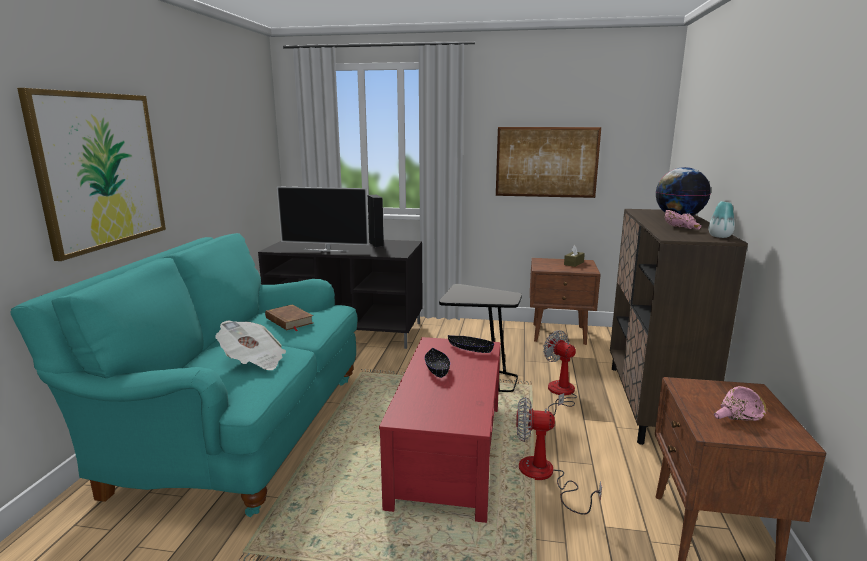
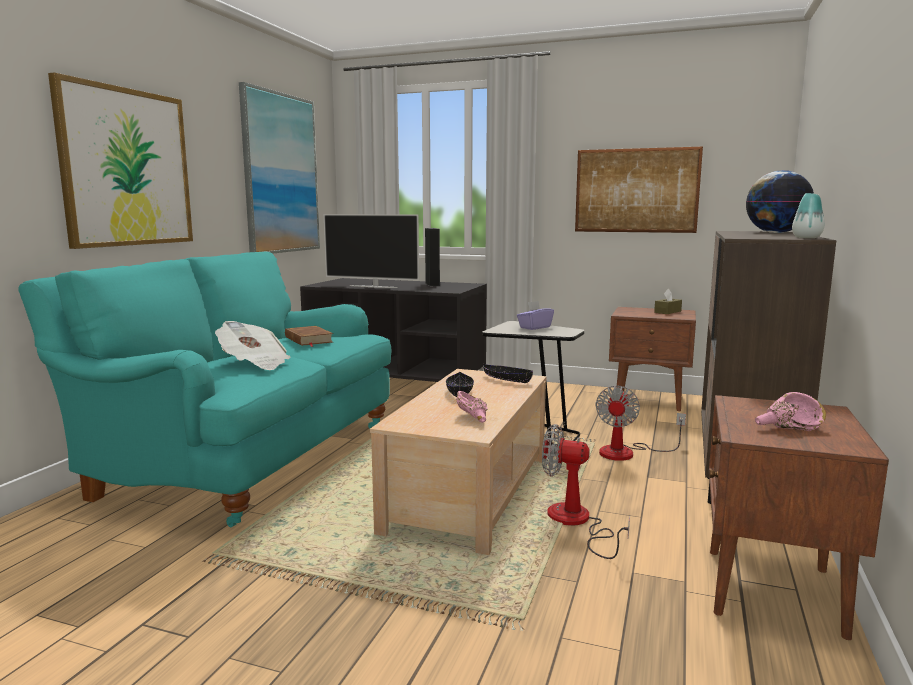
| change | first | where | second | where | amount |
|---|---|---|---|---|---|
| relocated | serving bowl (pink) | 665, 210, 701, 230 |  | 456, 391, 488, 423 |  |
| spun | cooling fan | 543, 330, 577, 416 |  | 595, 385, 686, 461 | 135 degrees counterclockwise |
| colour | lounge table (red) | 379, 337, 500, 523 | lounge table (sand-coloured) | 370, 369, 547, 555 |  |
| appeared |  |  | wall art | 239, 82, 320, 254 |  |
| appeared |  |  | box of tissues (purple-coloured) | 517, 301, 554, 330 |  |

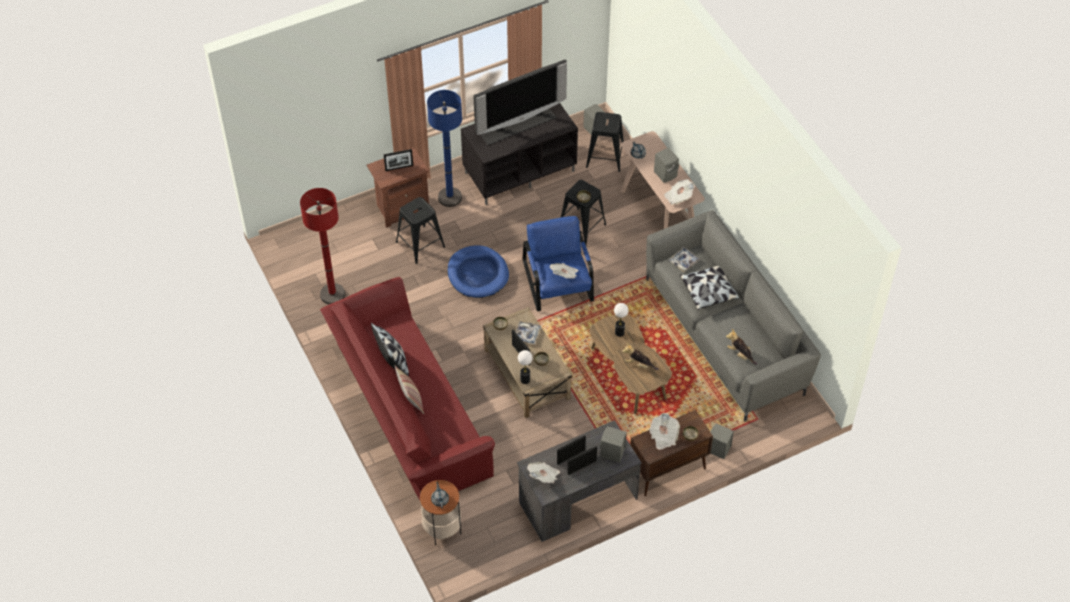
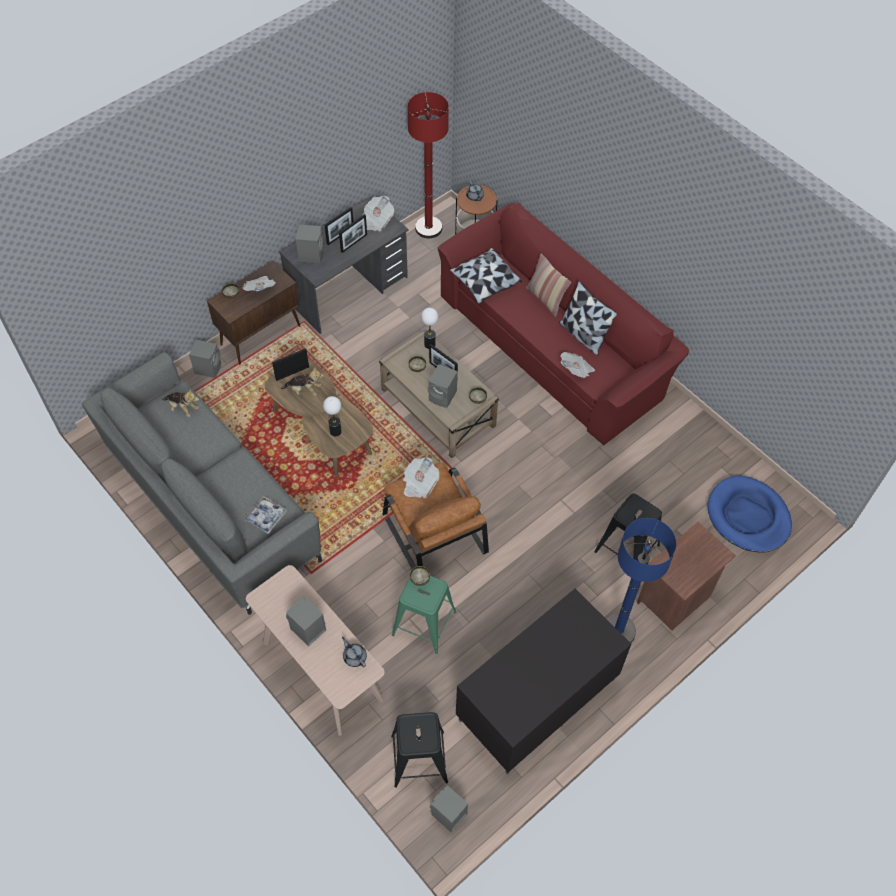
| change | first | where | second | where | amount |
|---|---|---|---|---|---|
| missing | TV set | 473, 59, 567, 145 |  |  |  |
| relocated | picture frame | 384, 149, 413, 171 |  | 272, 348, 309, 381 |  |
| relocated | daily paper | 664, 179, 695, 205 |  | 561, 352, 595, 378 |  |
| colour | stool (black) | 561, 180, 606, 246 | stool (greenish) | 392, 576, 456, 654 |  |
| relocated | standard lamp (red) | 300, 188, 345, 304 |  | 408, 92, 449, 238 |  |
| colour | easy chair (bluish) | 523, 216, 594, 311 | easy chair (brownish) | 383, 462, 489, 569 |  |
| relocated | dog bed (bluish) | 447, 245, 509, 298 |  | 707, 475, 792, 553 |  |
| relocated | pillow | 680, 266, 740, 310 |  | 450, 248, 522, 304 |  |
| exchanged | carrying tray | 515, 320, 541, 344 | speaker (grey) | 428, 364, 458, 408 |  |

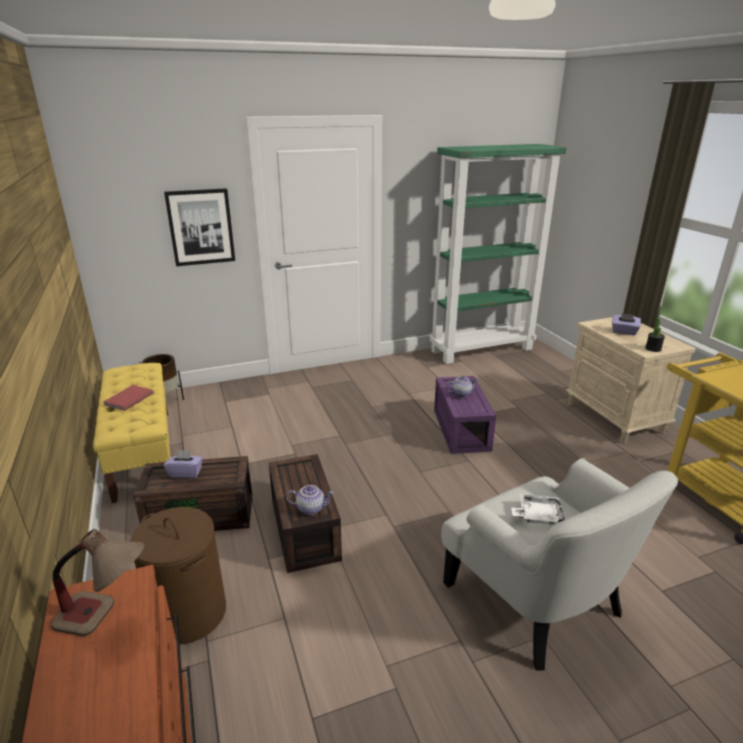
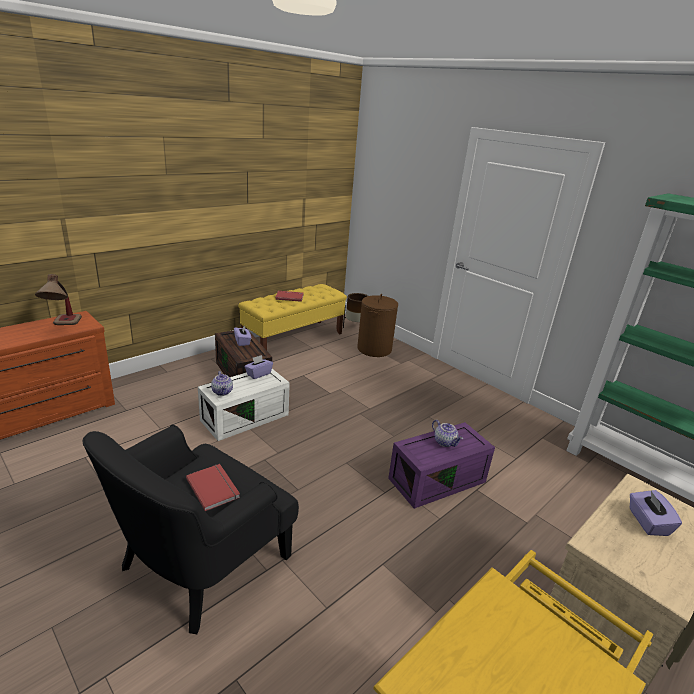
| change | first | where | second | where | amount |
|---|---|---|---|---|---|
| missing | wall art | 164, 188, 235, 266 |  |  |  |
| missing | houseplant | 645, 306, 665, 352 |  |  |  |
| colour | storage container (brownish) | 269, 454, 342, 573 | storage container (white) | 198, 369, 290, 441 |  |
| colour | easy chair (white) | 441, 458, 678, 671 | easy chair (black) | 83, 424, 299, 634 |  |
| exchanged | carrying tray (white) | 511, 494, 565, 525 | bound book (red) | 186, 464, 240, 511 |  |
| relocated | laundry basket (brownish) | 130, 507, 226, 645 |  | 357, 294, 398, 357 |  |
| appeared |  |  | box of tissues (purple-coloured) | 244, 355, 273, 379 |  |

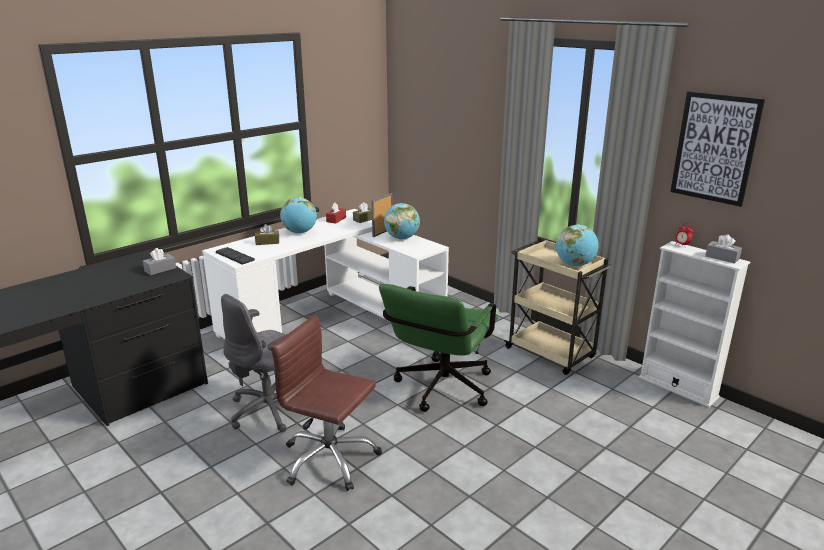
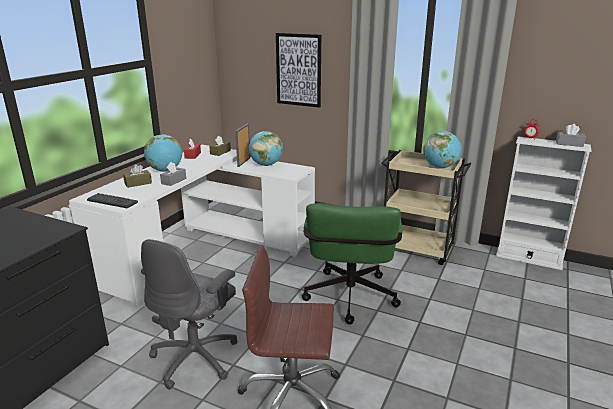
| change | first | where | second | where | amount |
|---|---|---|---|---|---|
| relocated | wall art | 670, 91, 765, 207 |  | 276, 33, 321, 108 |  |
| relocated | box of tissues (grey) | 143, 248, 176, 275 |  | 160, 162, 186, 186 |  |

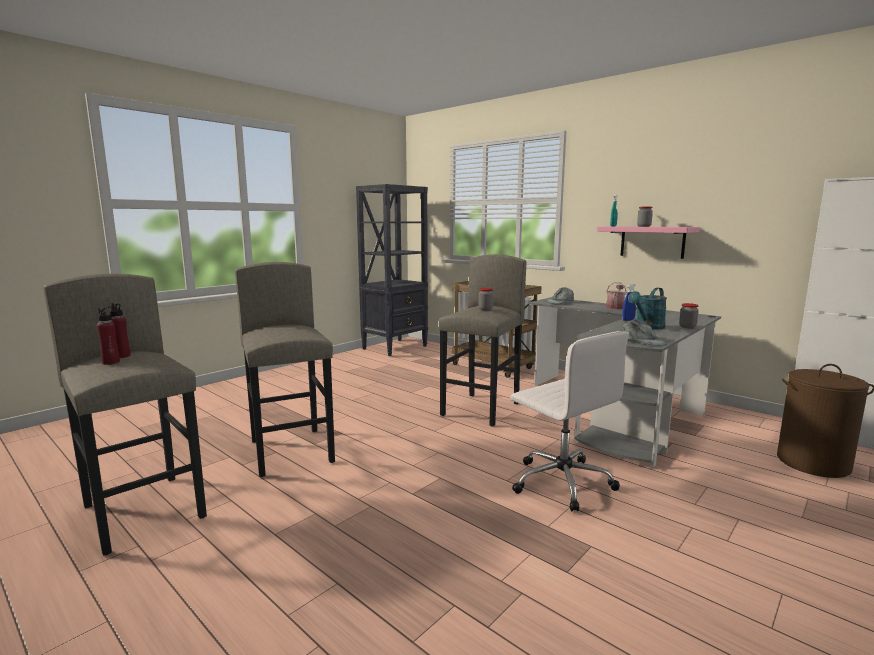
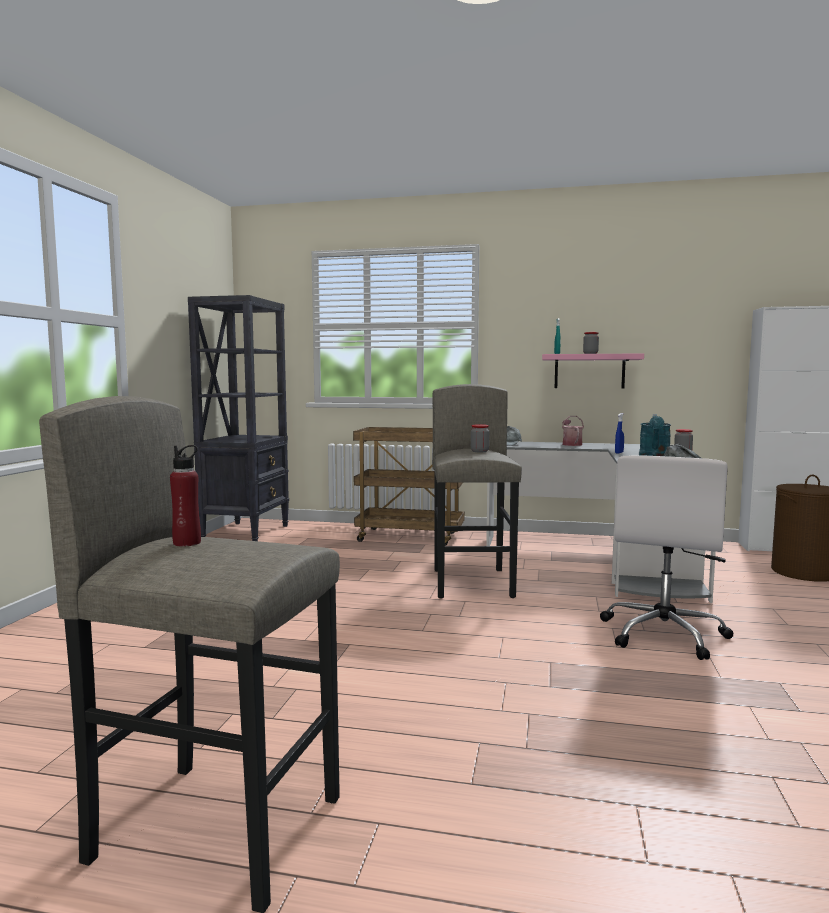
| change | first | where | second | where | amount |
|---|---|---|---|---|---|
| missing | stool (grey) | 235, 262, 335, 477 |  |  |  |
| missing | beverage bottle (red) | 97, 306, 120, 365 |  |  |  |
| spun | desk chair (white) | 510, 331, 629, 512 |  | 600, 455, 733, 660 | 90 degrees clockwise |

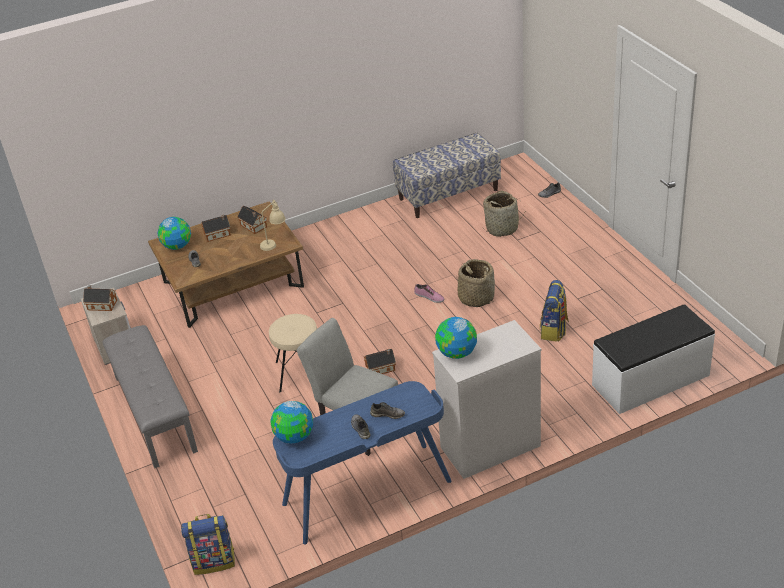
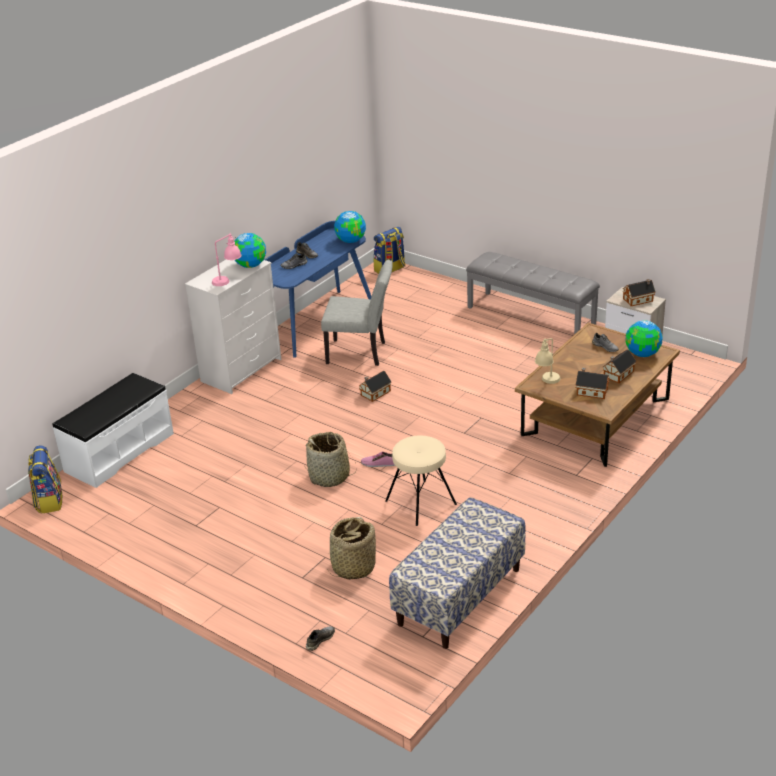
| change | first | where | second | where | amount |
|---|---|---|---|---|---|
| relocated | rucksack | 540, 280, 569, 342 |  | 28, 445, 62, 513 |  |
| relocated | stool (sand-coloured) | 269, 314, 317, 392 |  | 385, 436, 457, 526 |  |
| appeared |  |  | tabletop lamp (pink) | 212, 233, 242, 286 |  |

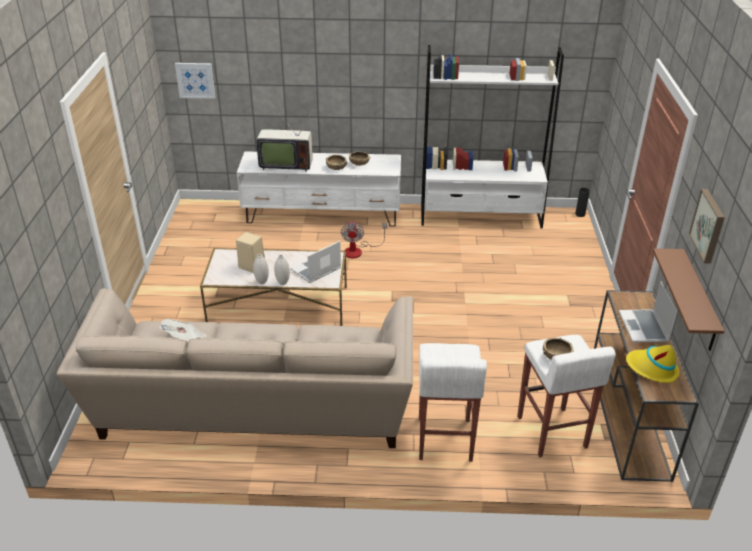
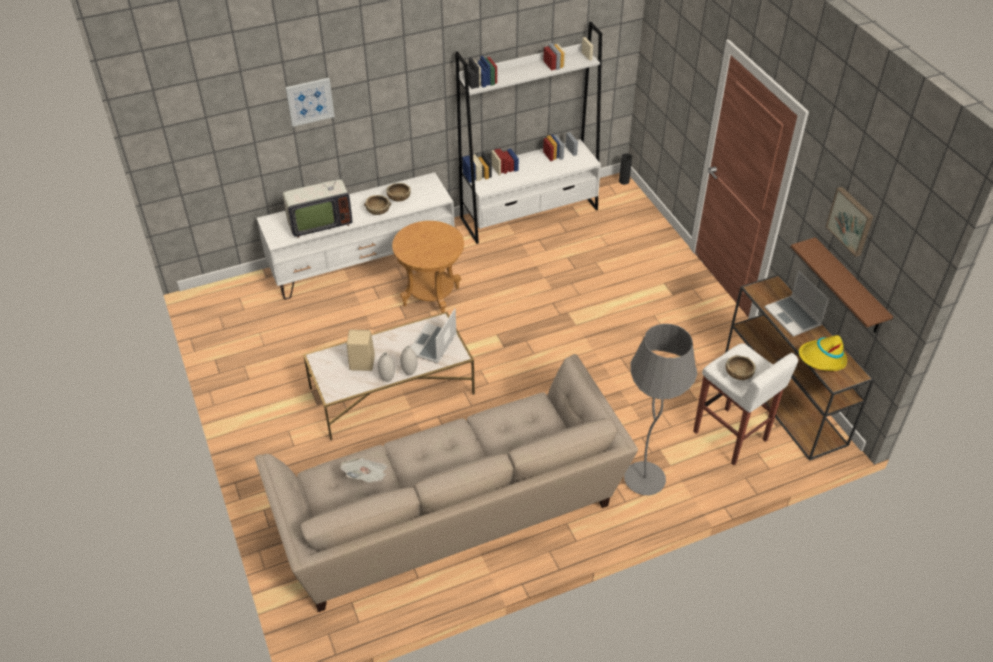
| change | first | where | second | where | amount |
|---|---|---|---|---|---|
| relocated | wall art | 175, 63, 216, 99 |  | 285, 78, 335, 127 |  |
| exchanged | cooling fan | 341, 221, 387, 258 | accent table (brownish) | 392, 221, 464, 313 |  |
| exchanged | stool (white) | 419, 343, 487, 462 | standard lamp (grey) | 624, 324, 697, 495 |  |

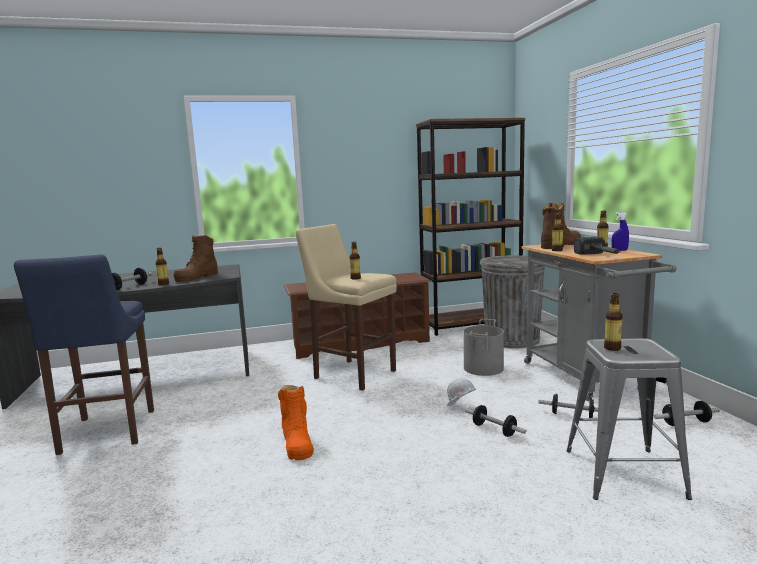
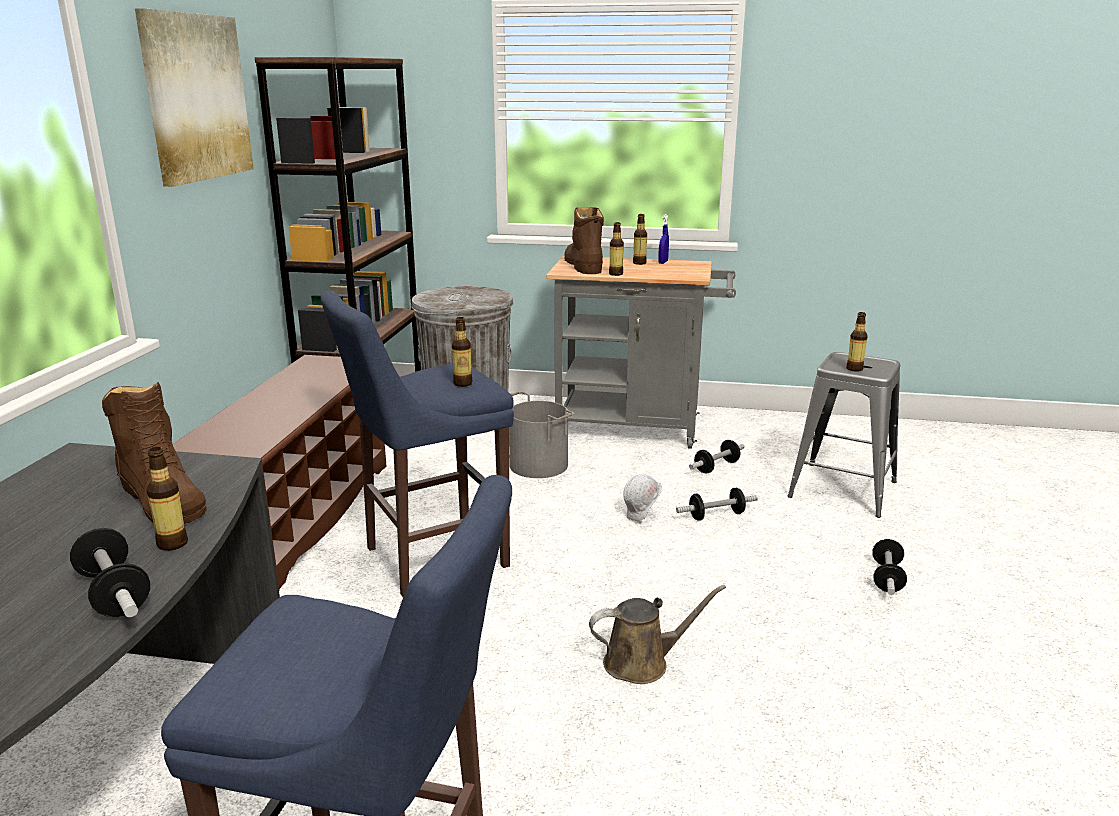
| change | first | where | second | where | amount |
|---|---|---|---|---|---|
| colour | stool (sand-coloured) | 295, 224, 397, 391 | stool (bluish) | 321, 290, 514, 597 |  |
| missing | tool hammer | 574, 237, 620, 255 |  |  |  |
| exchanged | boot (orange-coloured) | 278, 385, 314, 460 | sprinkling can (brownish) | 589, 585, 726, 684 |  |
| relocated | dumbbell | 654, 401, 720, 426 |  | 872, 538, 907, 595 |  |
| appeared |  |  | wall art | 135, 8, 254, 187 |  |

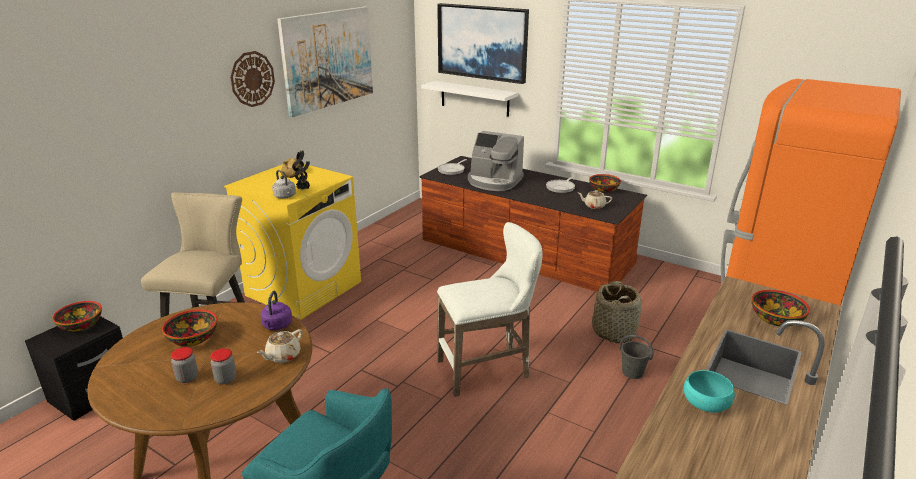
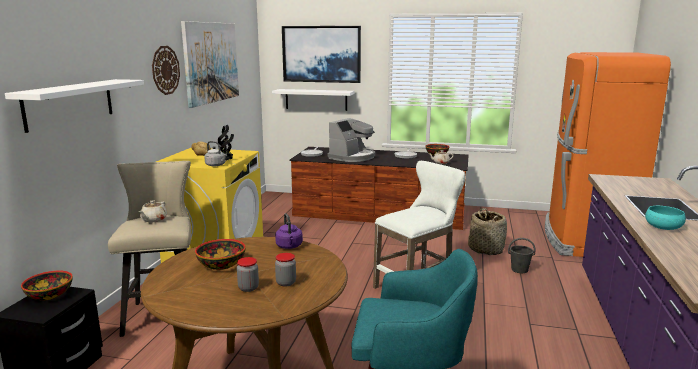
| change | first | where | second | where | amount |
|---|---|---|---|---|---|
| spun | coffee machine | 468, 131, 524, 191 |  | 328, 118, 375, 162 | 60 degrees counterclockwise |
| missing | serving bowl | 752, 290, 810, 327 |  |  |  |
| relocated | teapot (sand-coloured) | 257, 329, 302, 363 |  | 139, 200, 167, 222 |  |
| appeared |  |  | wall shelf (white) | 5, 79, 144, 133 |  |

